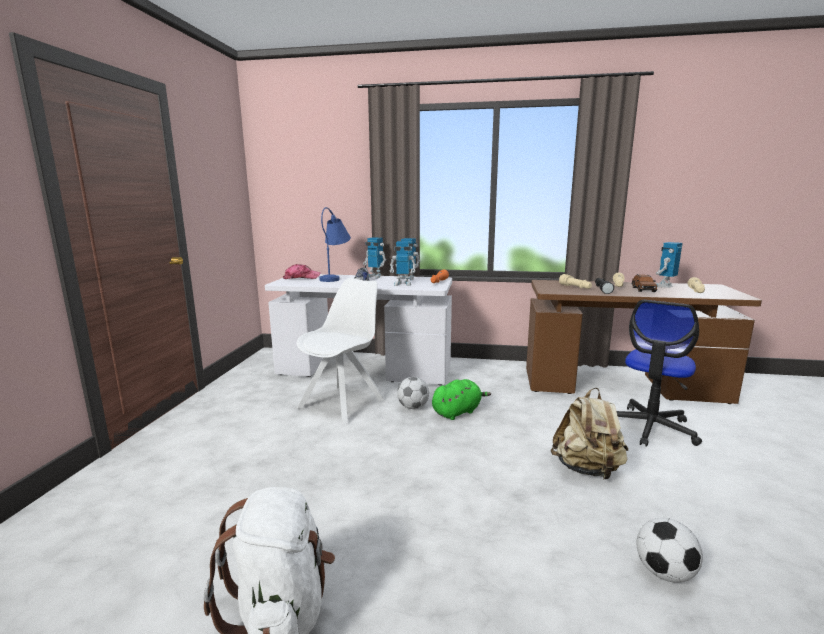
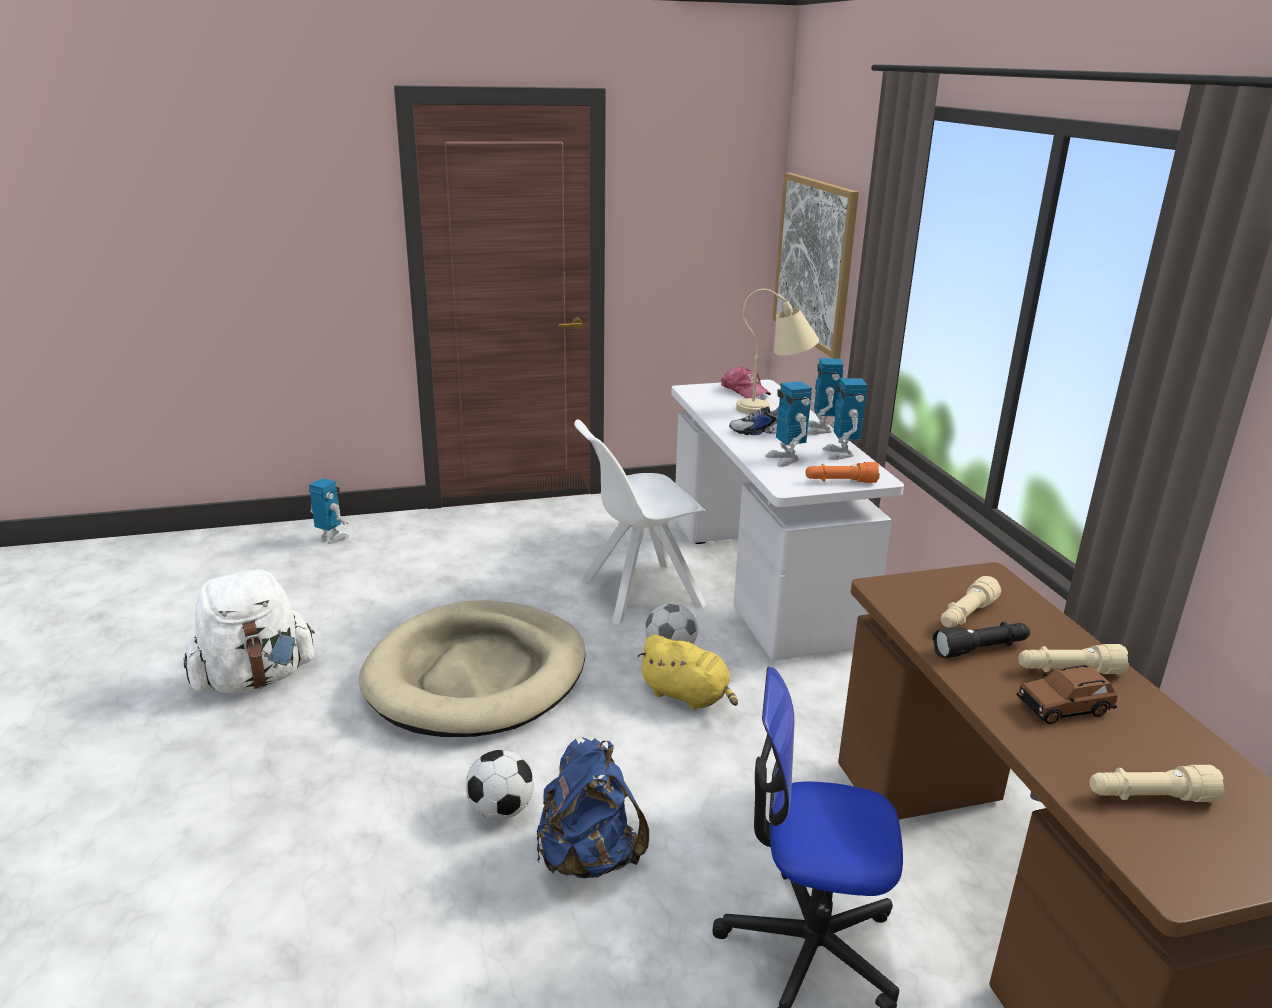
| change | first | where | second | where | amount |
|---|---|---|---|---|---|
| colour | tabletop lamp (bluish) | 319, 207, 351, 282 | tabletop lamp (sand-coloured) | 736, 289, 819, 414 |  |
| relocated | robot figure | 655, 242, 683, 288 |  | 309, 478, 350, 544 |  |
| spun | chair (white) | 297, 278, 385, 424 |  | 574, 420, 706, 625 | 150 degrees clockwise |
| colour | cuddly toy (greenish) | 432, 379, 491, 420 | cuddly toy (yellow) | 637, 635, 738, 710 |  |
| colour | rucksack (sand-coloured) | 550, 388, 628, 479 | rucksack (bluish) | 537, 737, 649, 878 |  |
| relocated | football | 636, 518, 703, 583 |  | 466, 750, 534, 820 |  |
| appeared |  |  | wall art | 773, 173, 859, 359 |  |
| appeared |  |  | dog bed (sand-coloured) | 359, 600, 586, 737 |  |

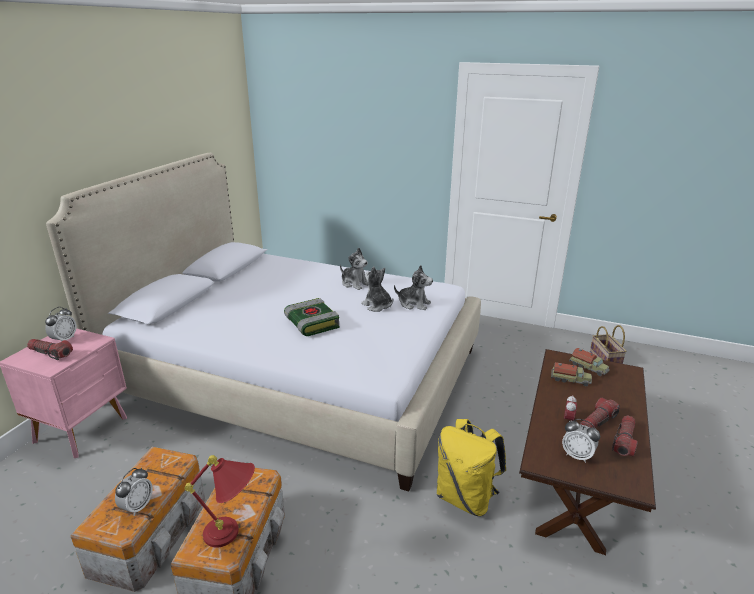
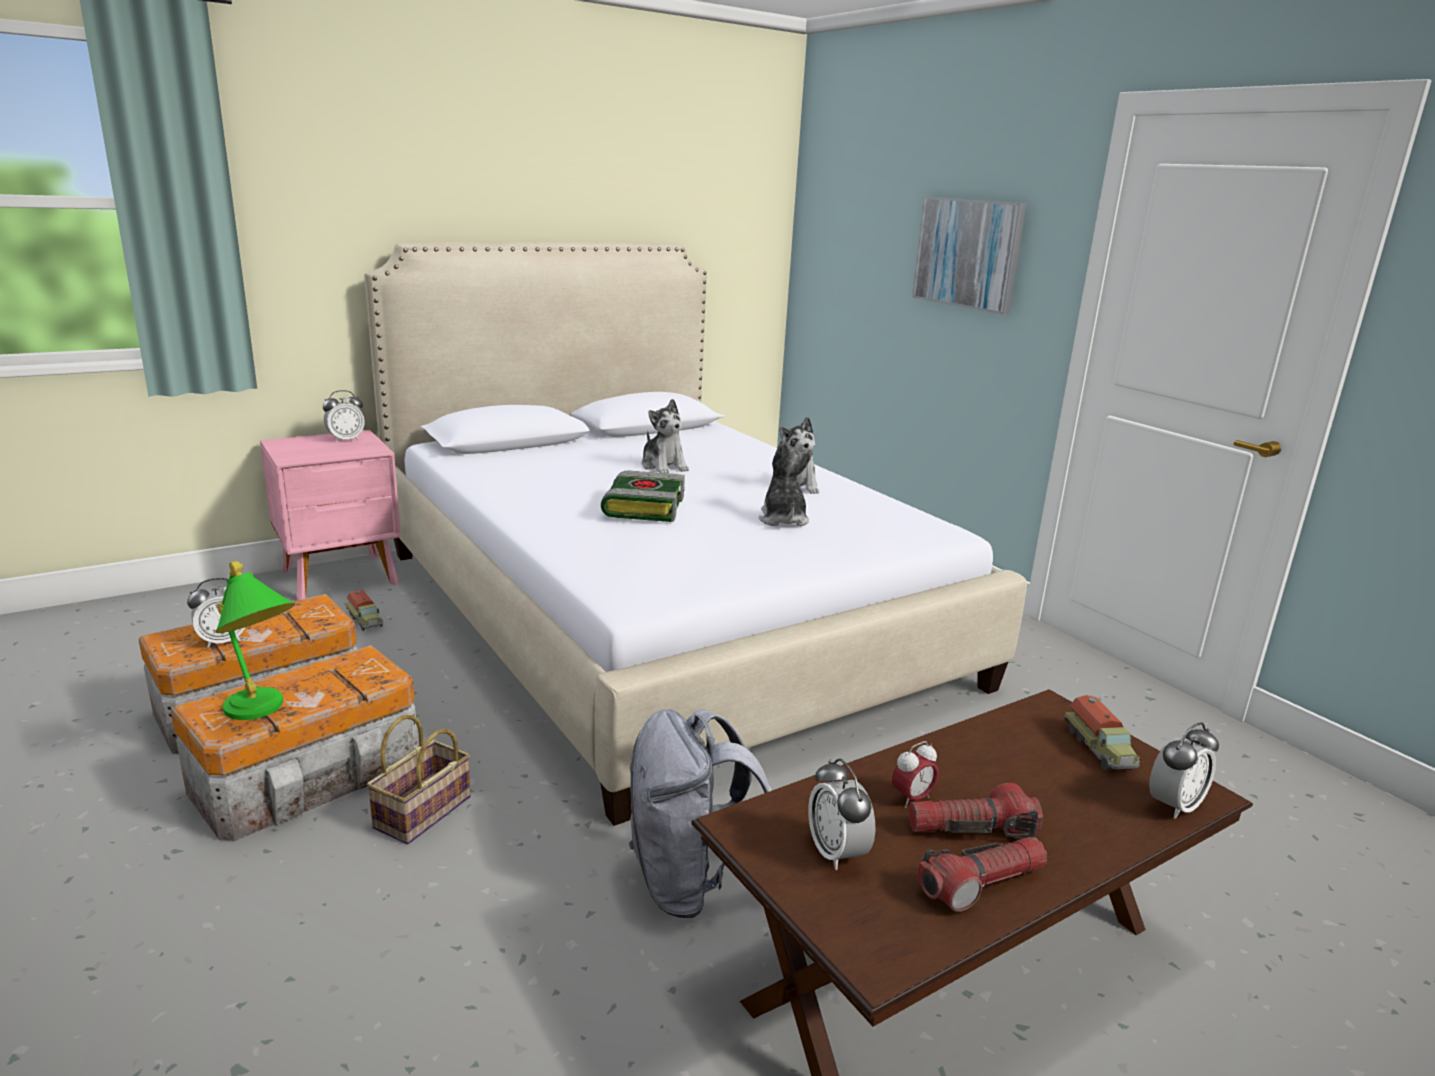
| change | first | where | second | where | amount |
|---|---|---|---|---|---|
| relocated | cuddly toy | 394, 265, 433, 310 |  | 641, 399, 689, 473 |  |
| relocated | basket | 590, 325, 626, 364 |  | 367, 715, 471, 844 |  |
| missing | hand torch | 27, 339, 73, 360 |  |  |  |
| relocated | toy truck | 551, 362, 592, 386 |  | 345, 590, 383, 631 |  |
| colour | rucksack (yellow) | 437, 419, 506, 516 | rucksack (grey) | 629, 709, 772, 918 |  |
| colour | tabletop lamp (red) | 184, 455, 255, 547 | tabletop lamp (greenish) | 215, 561, 295, 720 |  |
| appeared |  |  | wall art | 912, 197, 1026, 315 |  |
| appeared |  |  | table clock | 1149, 722, 1219, 819 |  |

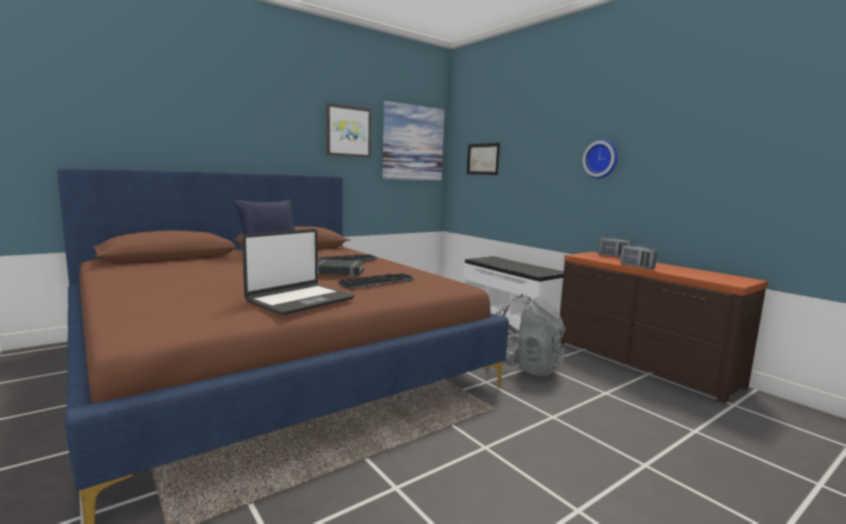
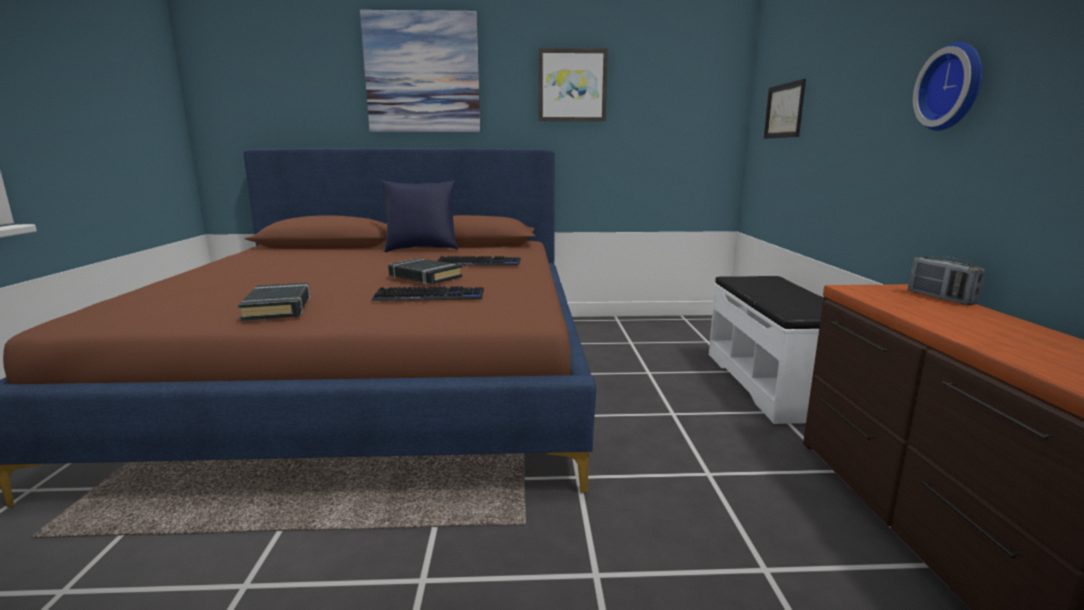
| change | first | where | second | where | amount |
|---|---|---|---|---|---|
| relocated | wall art | 382, 101, 444, 180 |  | 360, 10, 480, 132 |  |
| exchanged | portable computer | 242, 229, 354, 315 | bound book (black) | 238, 283, 310, 321 |  |
| missing | radio set | 620, 245, 657, 269 |  |  |  |
| missing | rucksack (grey) | 495, 294, 566, 376 |  |  |  |

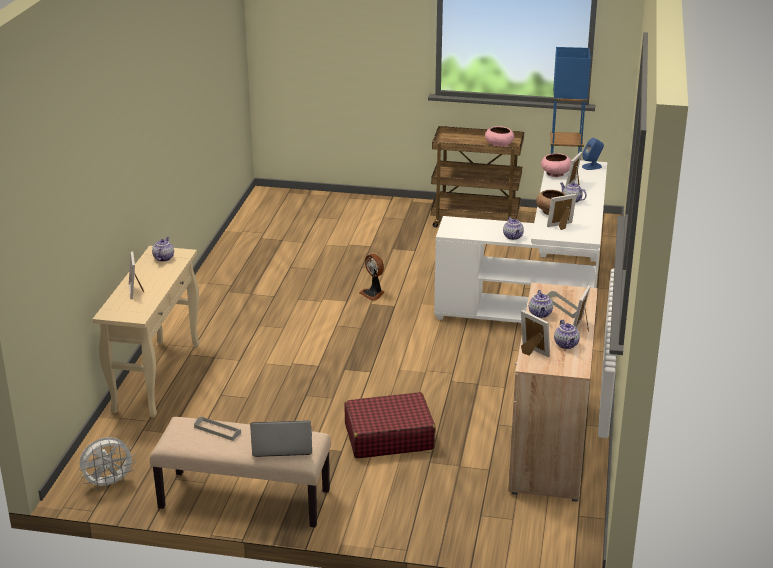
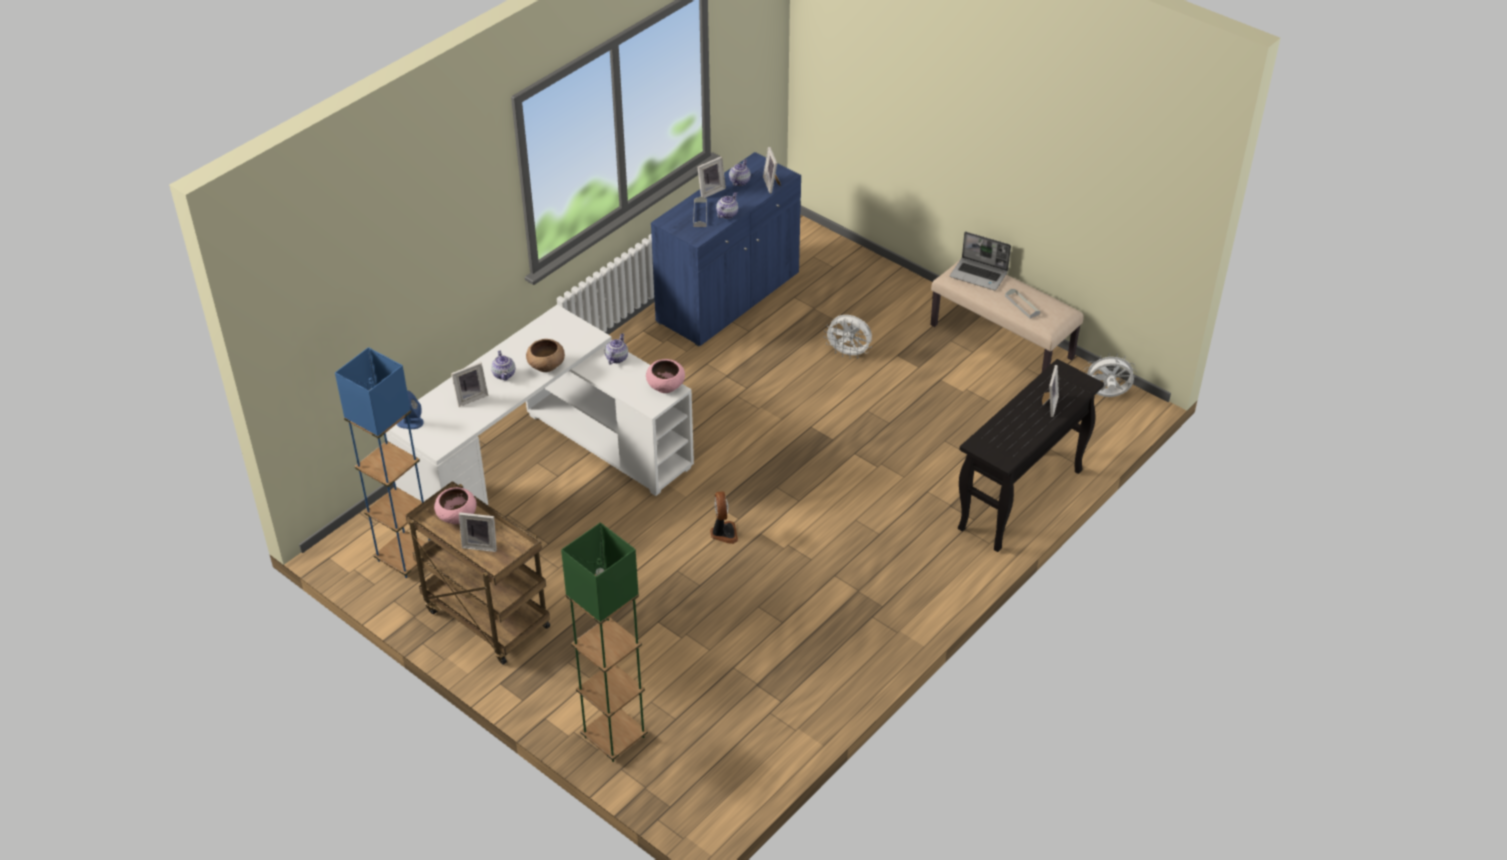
| change | first | where | second | where | amount |
|---|---|---|---|---|---|
| relocated | serving bowl (pink) | 541, 153, 571, 177 |  | 646, 359, 685, 393 |  |
| relocated | picture frame | 547, 194, 577, 230 |  | 459, 512, 497, 552 |  |
| missing | teapot | 152, 237, 174, 262 |  |  |  |
| colour | hall table (sand-coloured) | 93, 246, 199, 417 | hall table (black) | 958, 359, 1104, 552 |  |
| colour | cabinet (sand-coloured) | 508, 283, 598, 502 | cabinet (bluish) | 651, 152, 801, 347 |  |
| exchanged | suitcase (red) | 344, 392, 436, 458 | cooling fan (white) | 824, 315, 872, 359 |  |
| appeared |  |  | standard lamp (greenish) | 561, 522, 648, 762 |  |

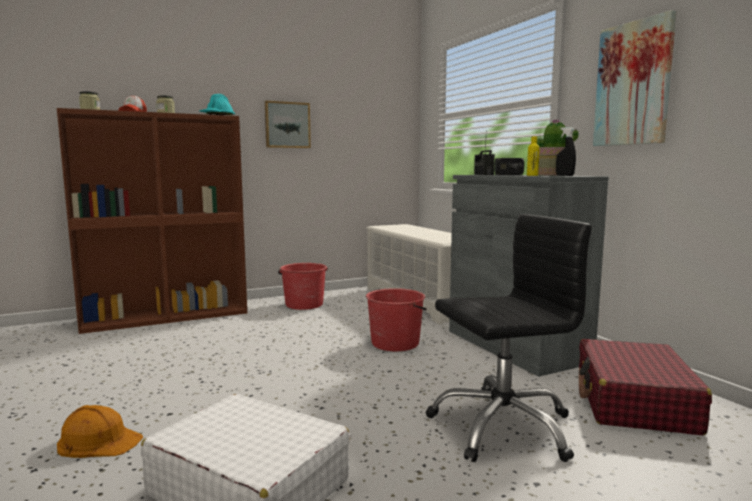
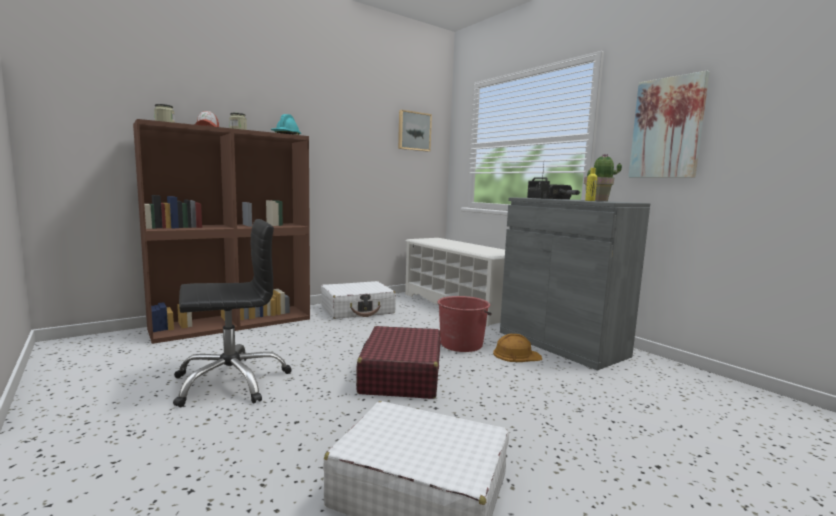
| change | first | where | second | where | amount |
|---|---|---|---|---|---|
| relocated | wall art | 265, 101, 311, 148 |  | 398, 110, 432, 152 |  |
| missing | spray bottle (black) | 556, 127, 576, 176 |  |  |  |
| relocated | desk chair (black) | 426, 214, 592, 462 |  | 173, 219, 292, 407 |  |
| exchanged | bucket (red) | 278, 263, 328, 310 | suitcase (white) | 321, 281, 396, 319 |  |
| relocated | suitcase (red) | 579, 339, 712, 435 |  | 356, 326, 441, 399 |  |
| relocated | hard hat (orange-coloured) | 57, 405, 143, 458 |  | 493, 334, 542, 362 |  |

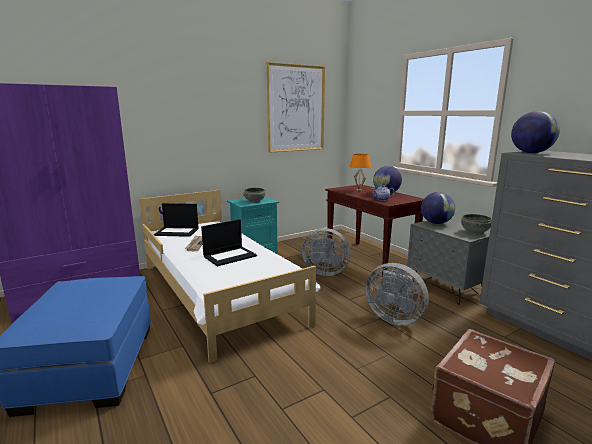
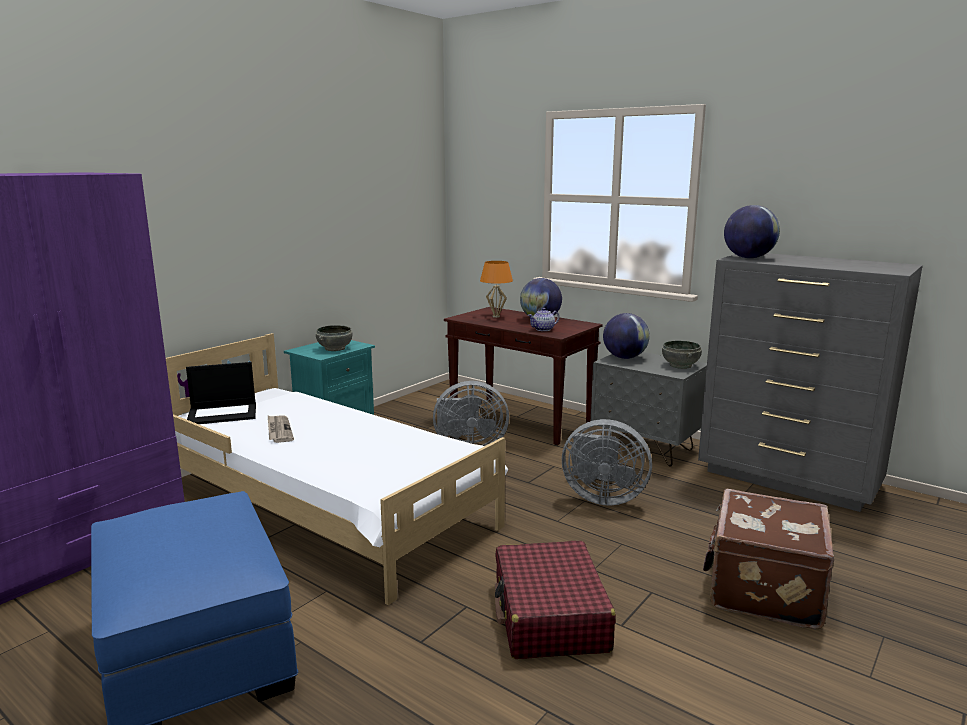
| change | first | where | second | where | amount |
|---|---|---|---|---|---|
| missing | wall art | 267, 62, 325, 153 |  |  |  |
| missing | portable computer | 201, 219, 257, 266 |  |  |  |
| appeared |  |  | suitcase (red) | 495, 541, 616, 659 |  |

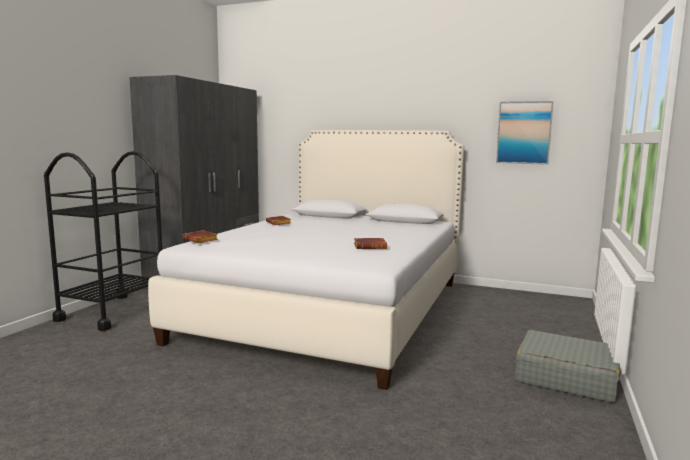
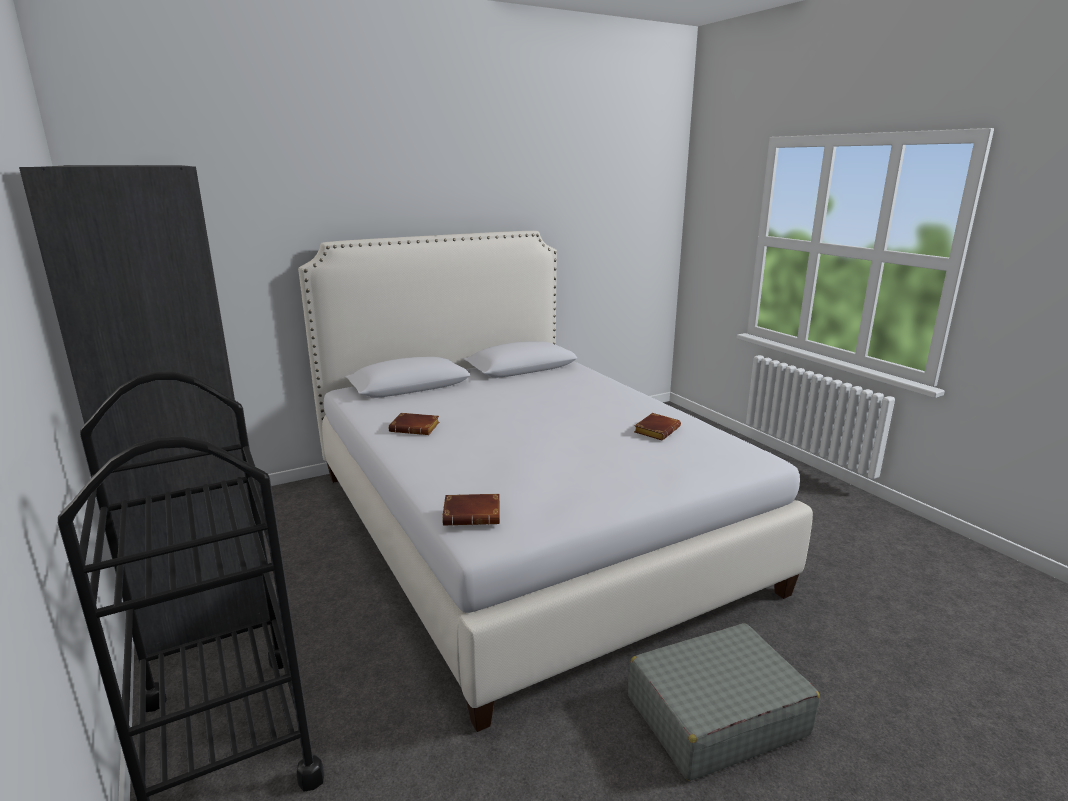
| change | first | where | second | where | amount |
|---|---|---|---|---|---|
| missing | wall art | 496, 101, 554, 165 |  |  |  |
| relocated | suitcase (grey) | 515, 330, 620, 403 |  | 628, 623, 820, 781 |  |

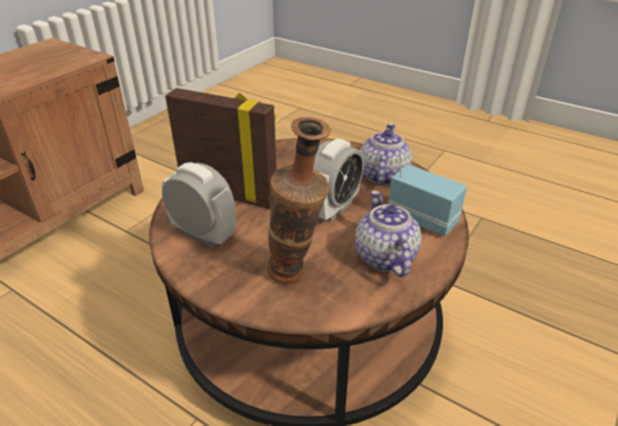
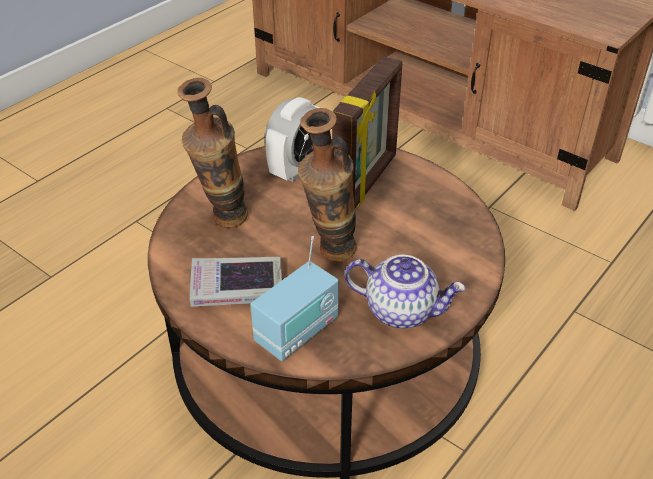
| change | first | where | second | where | amount |
|---|---|---|---|---|---|
| exchanged | table clock | 313, 139, 364, 222 | vase | 298, 108, 356, 262 |  |
| exchanged | teapot | 355, 190, 422, 277 | bound book | 190, 257, 282, 307 |  |

